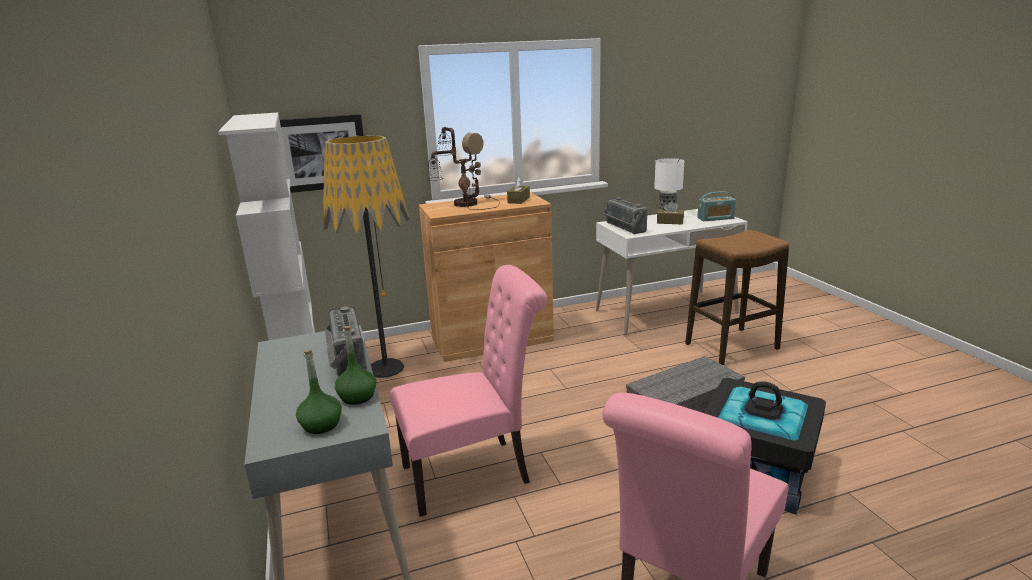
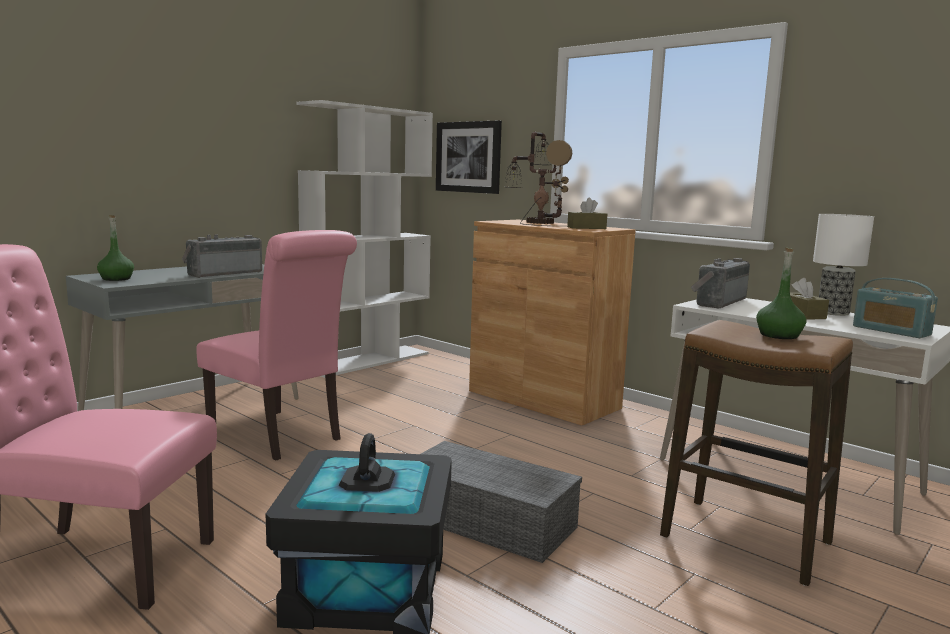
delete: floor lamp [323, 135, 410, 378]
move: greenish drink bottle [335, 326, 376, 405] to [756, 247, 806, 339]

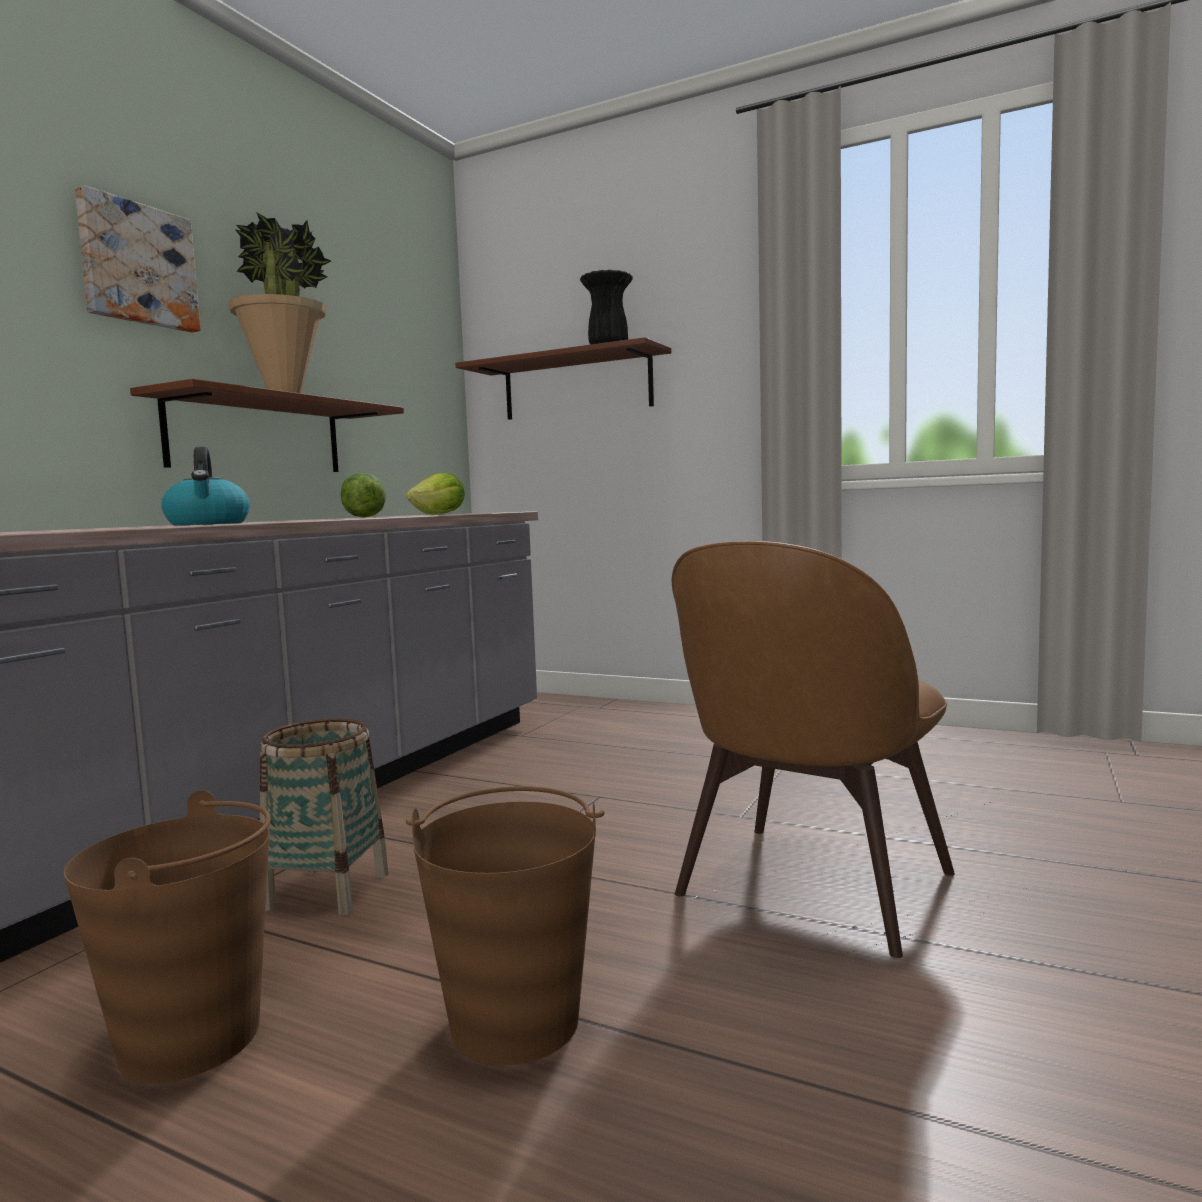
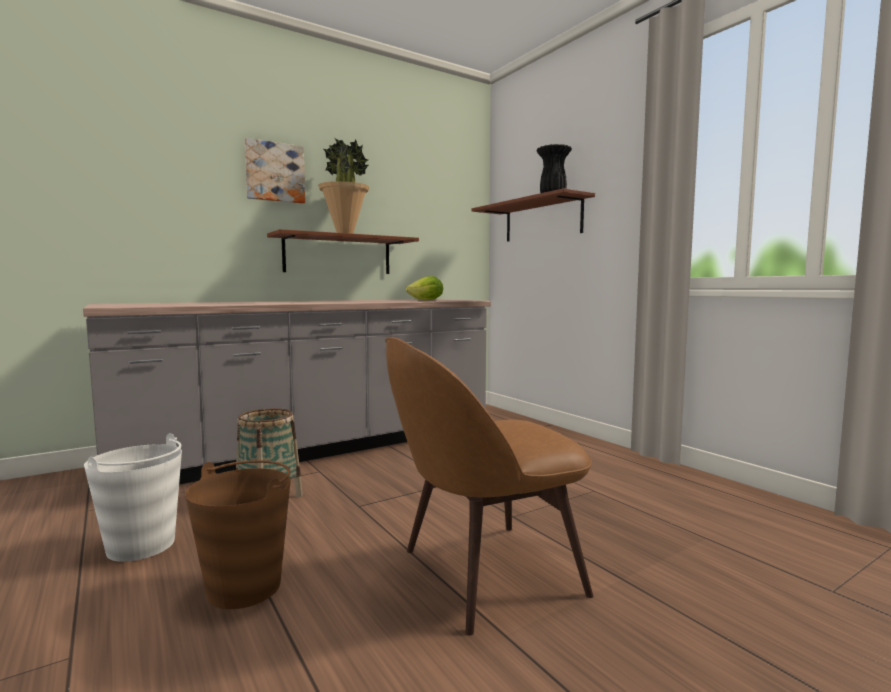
delete: kettle [161, 447, 250, 525]; head of lettuce [341, 473, 386, 517]
recolor: brownish bucket [64, 790, 271, 1083] to whitish bucket [84, 433, 182, 562]

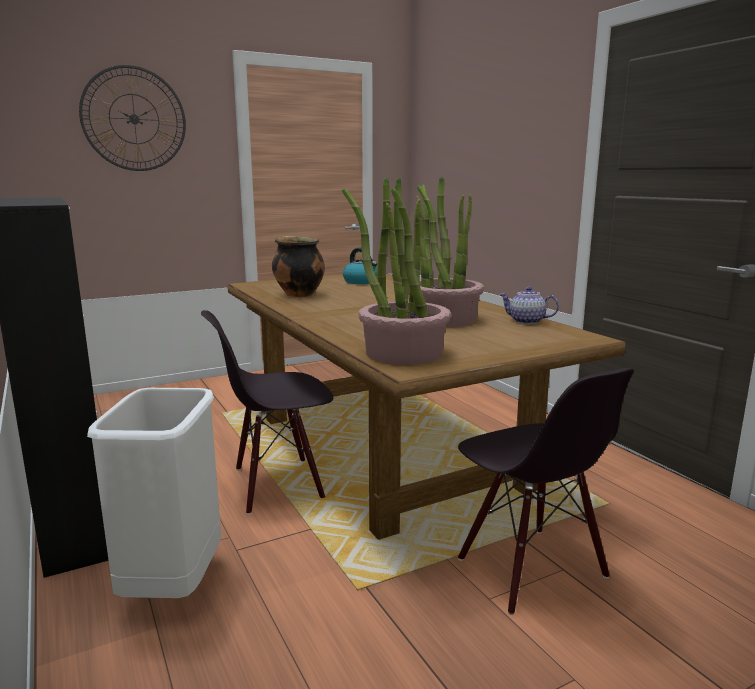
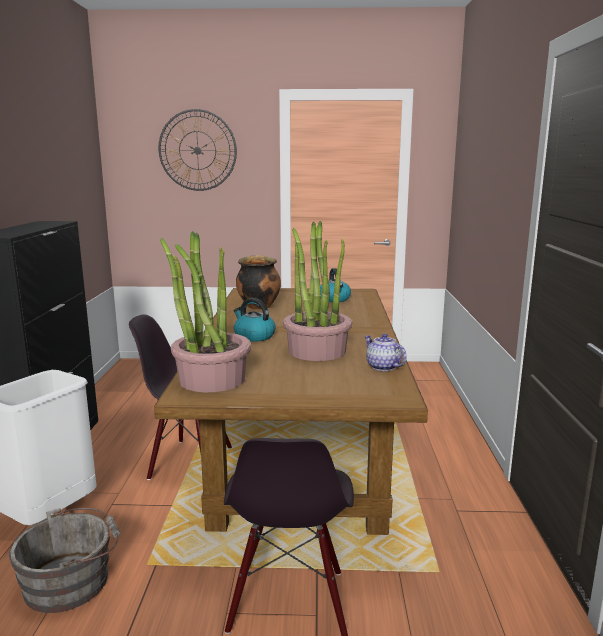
insert: kettle [233, 298, 276, 342]; grey bucket [9, 508, 120, 613]

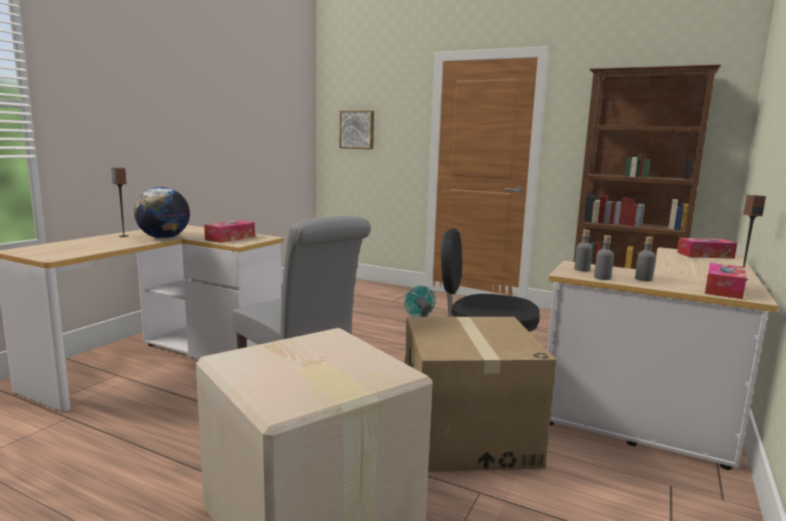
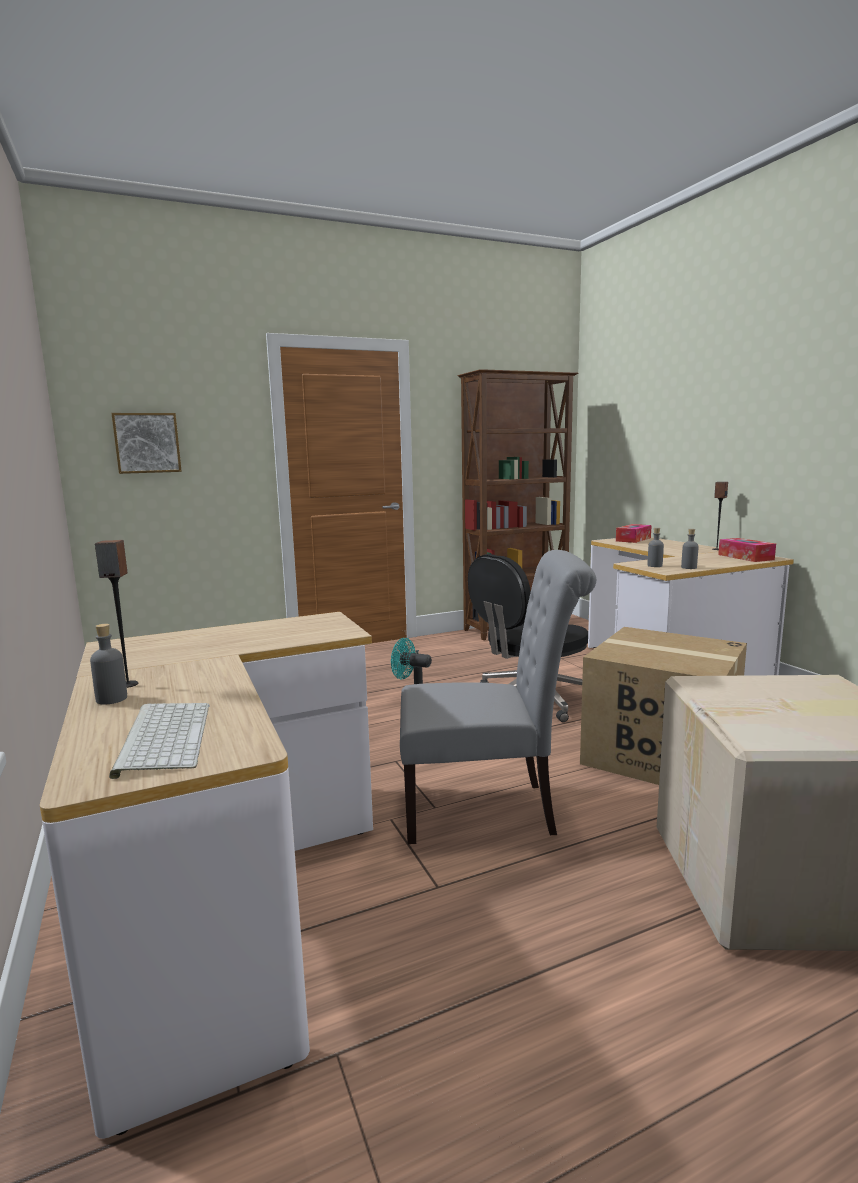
delete: desk globe [134, 187, 190, 239]; box of tissues [204, 220, 255, 243]
insert: PC keyboard [109, 703, 209, 779]
move: grey drink bottle [635, 237, 656, 281] to [90, 624, 127, 705]

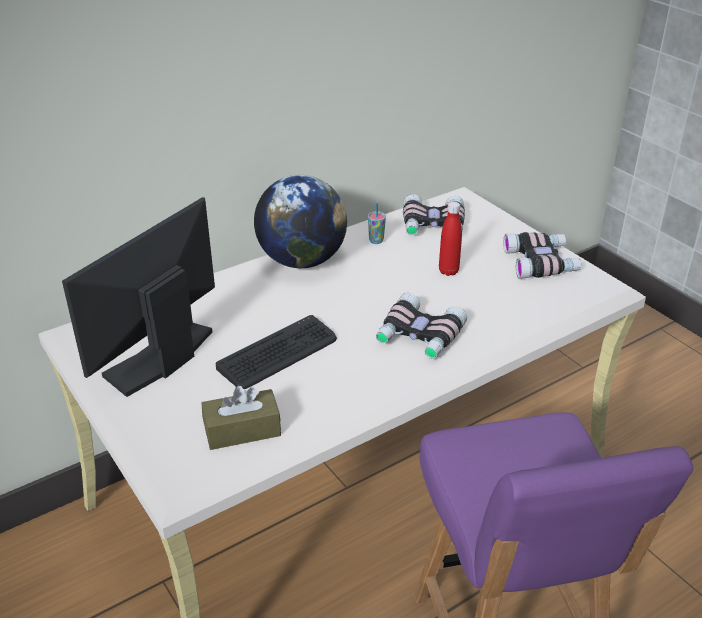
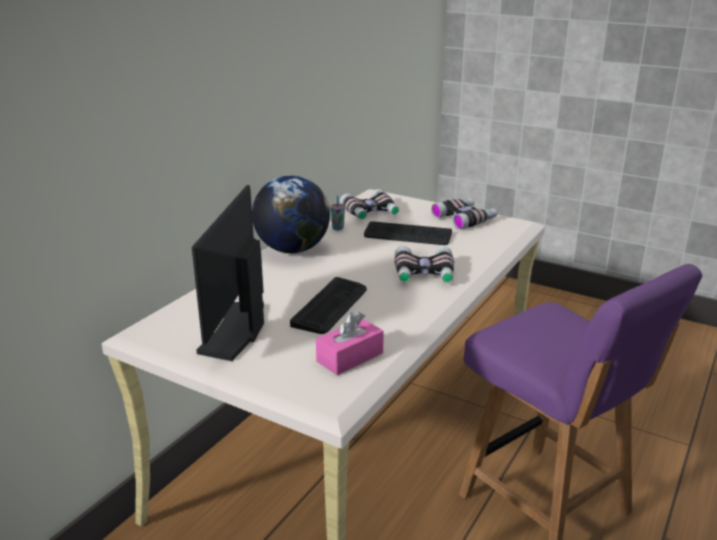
replace: red drink bottle [439, 202, 462, 276] to PC keyboard [364, 221, 452, 245]
recolor: brownish box of tissues [201, 386, 281, 450] to pinkish box of tissues [316, 312, 384, 375]

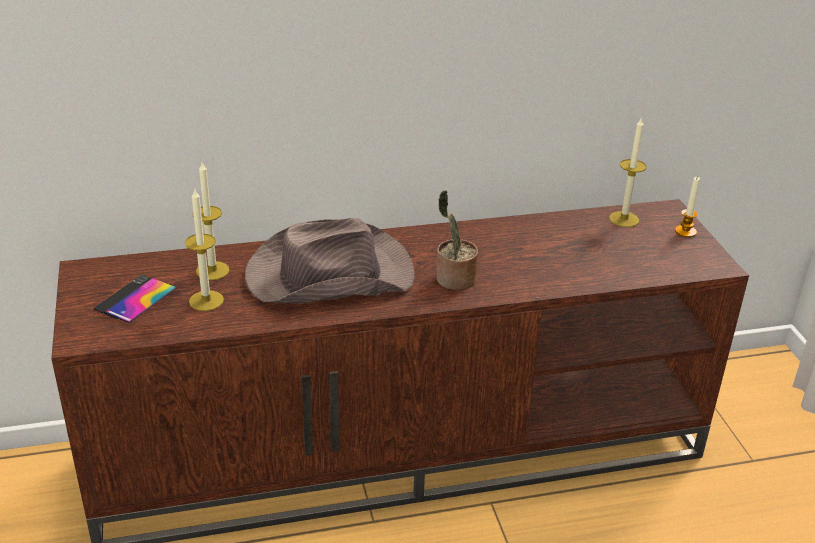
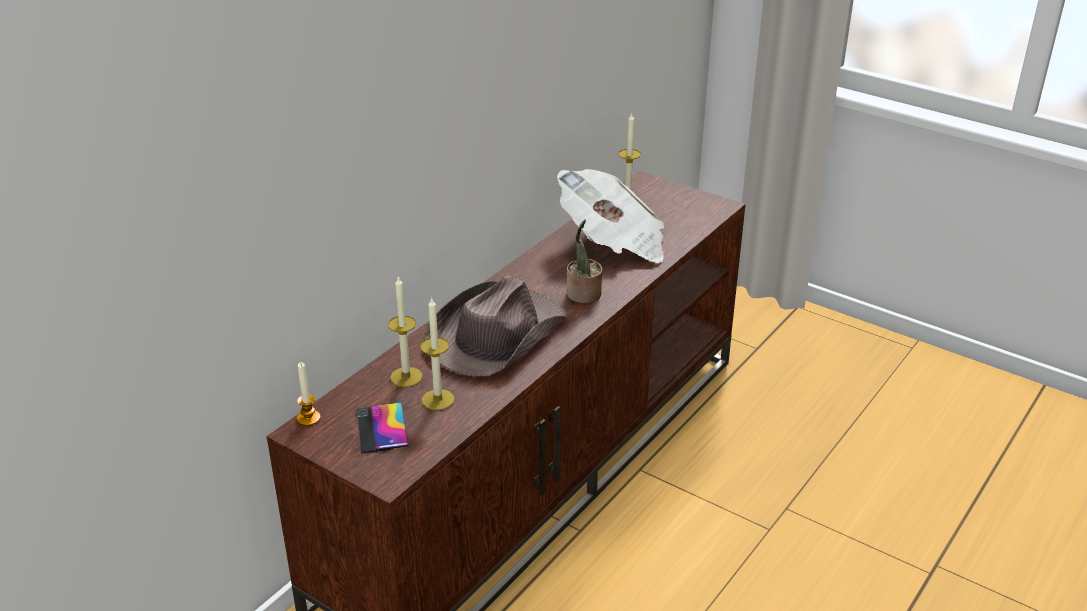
insert: newspaper [557, 169, 664, 263]
move: wax light [675, 176, 700, 238] to [297, 362, 321, 426]

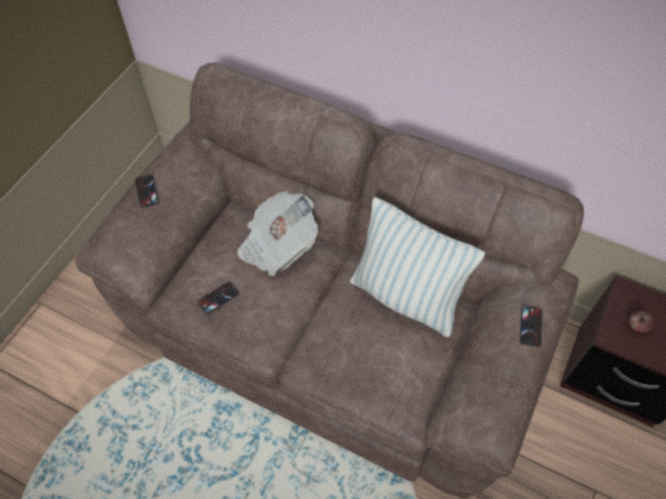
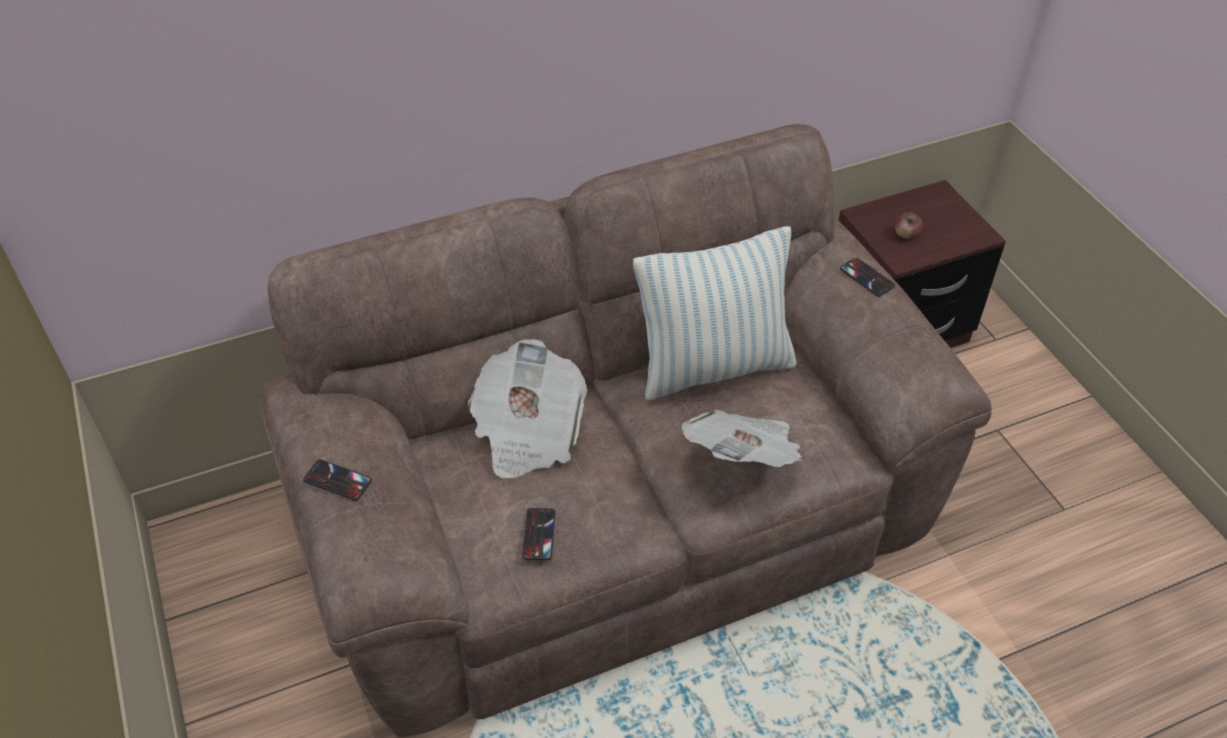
insert: newspaper [682, 409, 803, 467]

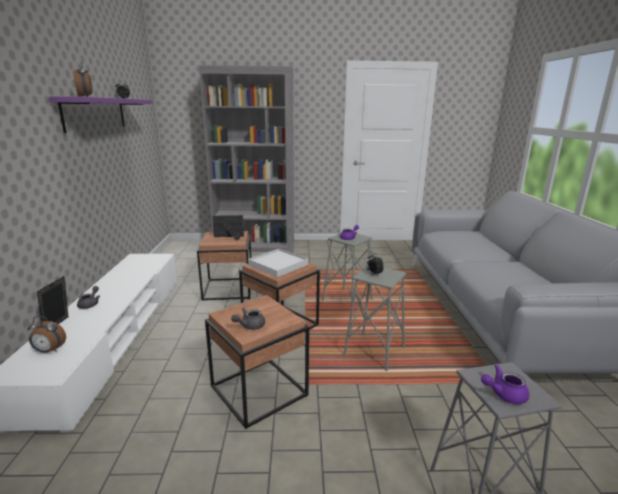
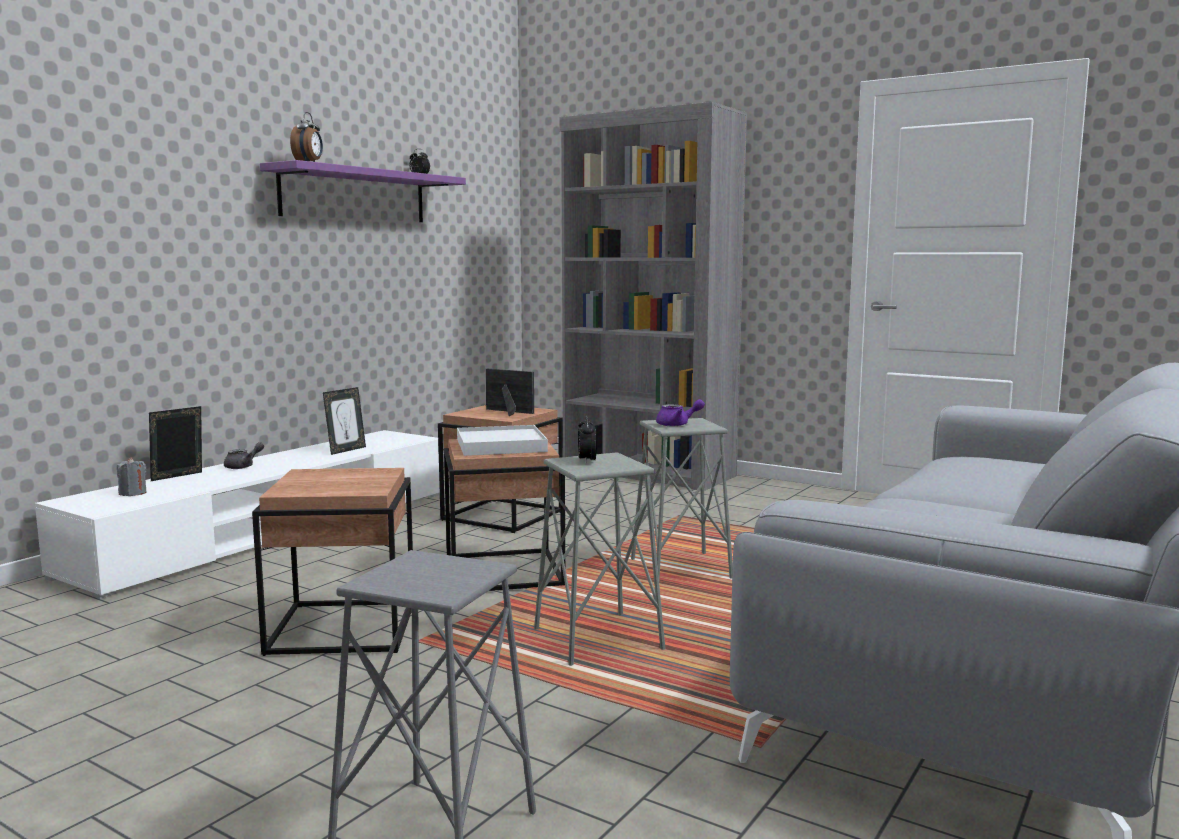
delete: grey pot for tea [231, 307, 265, 330]; purple-coloured pot for tea [481, 365, 529, 404]
insert: photo frame [323, 387, 366, 455]
replace: table clock [27, 316, 66, 353] to grey wax light [117, 457, 147, 496]

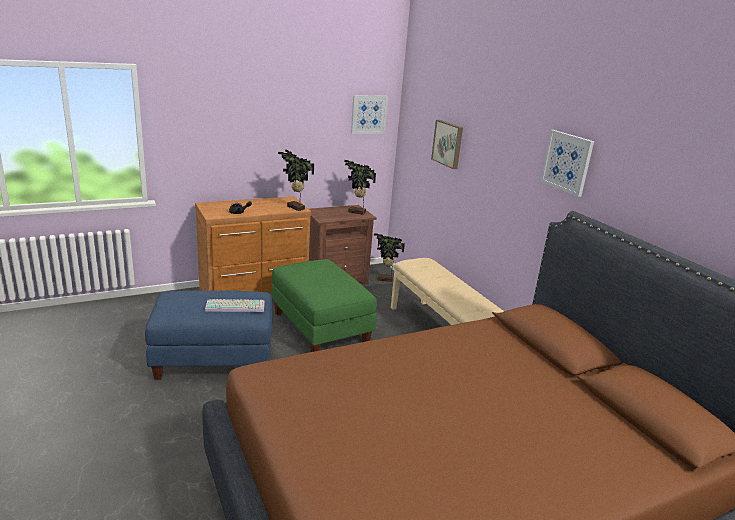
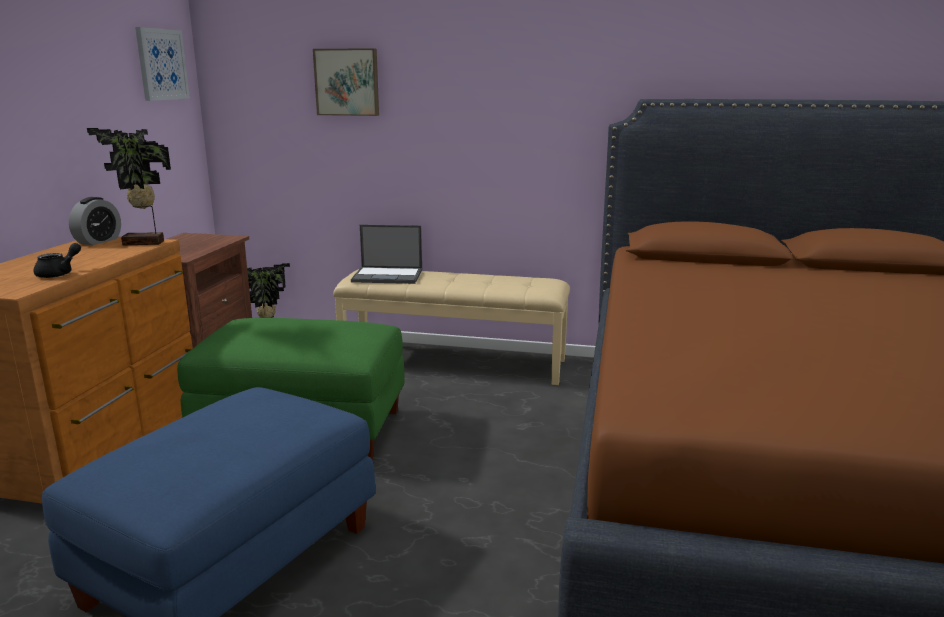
delete: wall picture [540, 130, 594, 197]; plant in a pot [344, 160, 376, 215]; PC keyboard [205, 299, 265, 312]
insert: table clock [69, 197, 121, 245]; notebook computer [351, 225, 422, 284]

